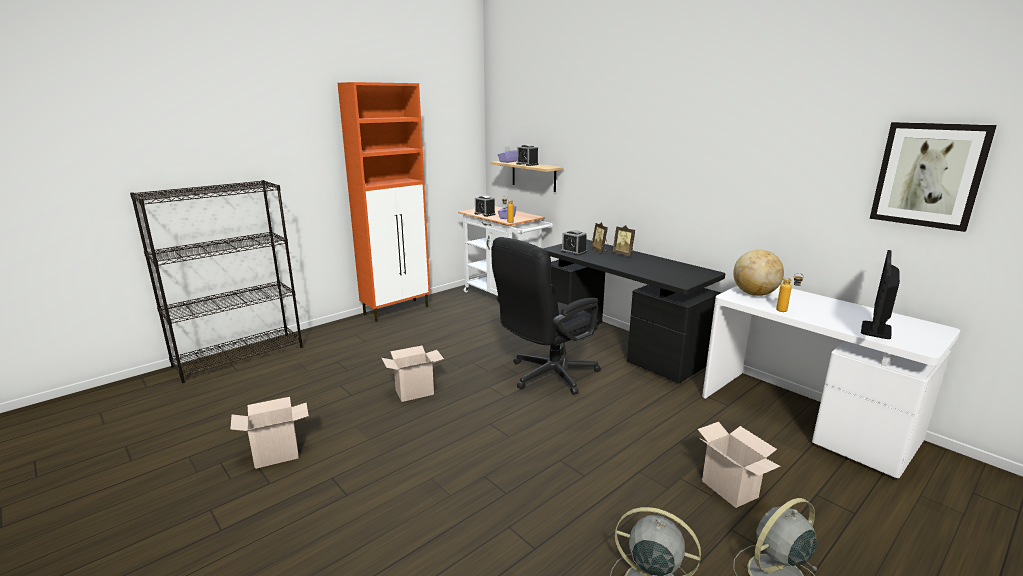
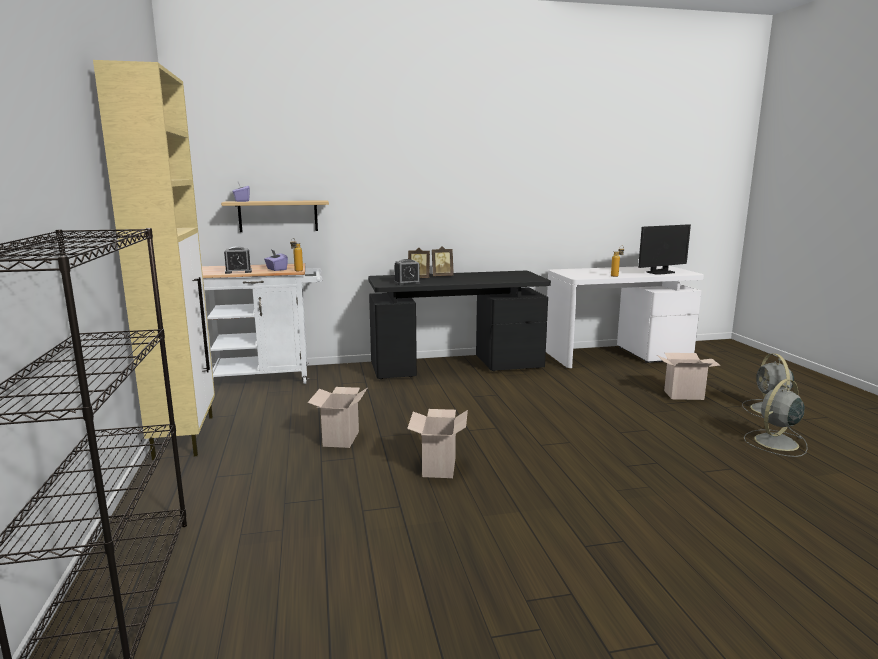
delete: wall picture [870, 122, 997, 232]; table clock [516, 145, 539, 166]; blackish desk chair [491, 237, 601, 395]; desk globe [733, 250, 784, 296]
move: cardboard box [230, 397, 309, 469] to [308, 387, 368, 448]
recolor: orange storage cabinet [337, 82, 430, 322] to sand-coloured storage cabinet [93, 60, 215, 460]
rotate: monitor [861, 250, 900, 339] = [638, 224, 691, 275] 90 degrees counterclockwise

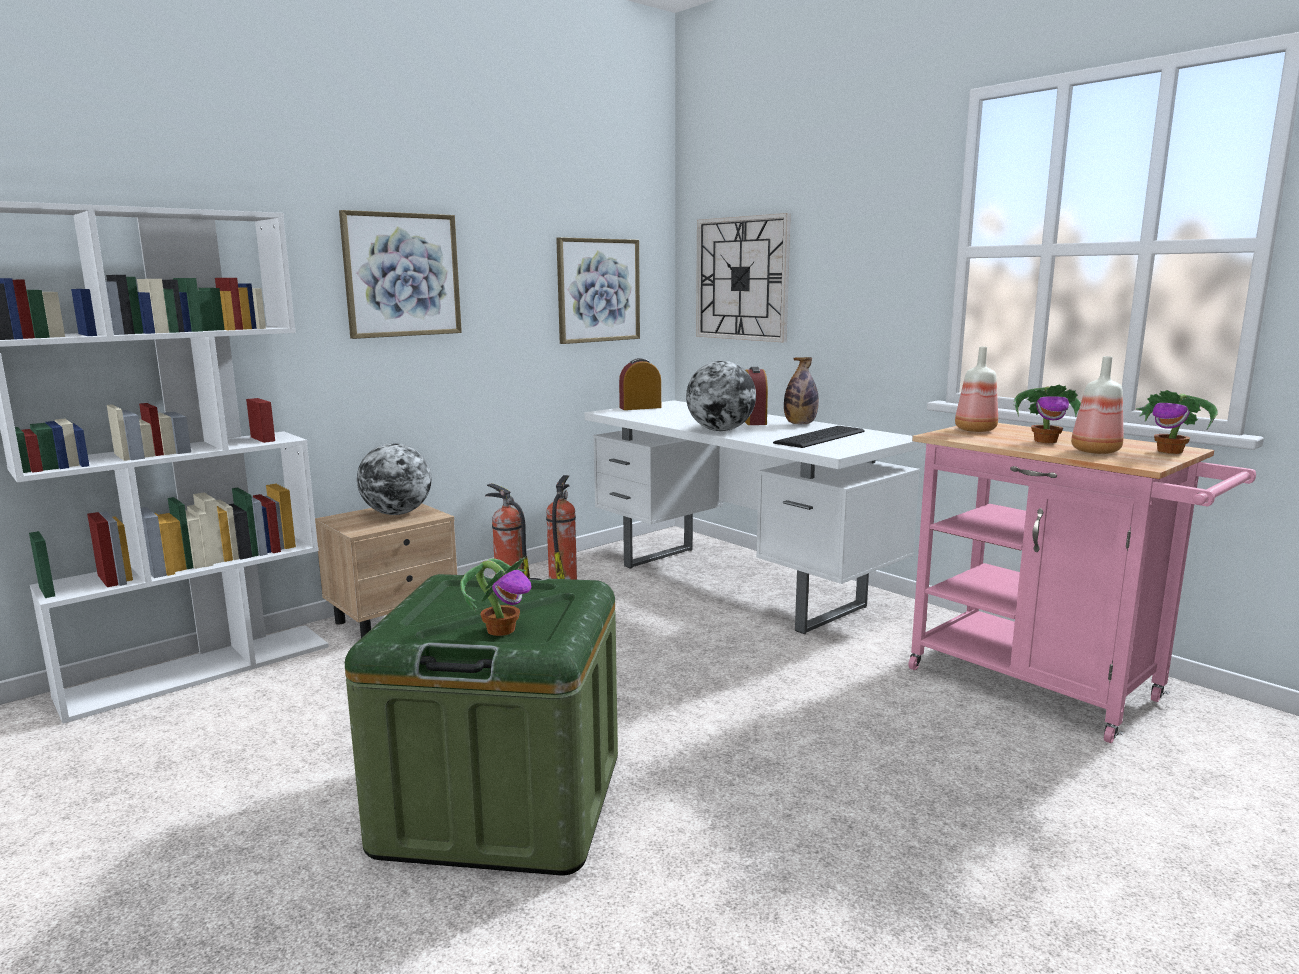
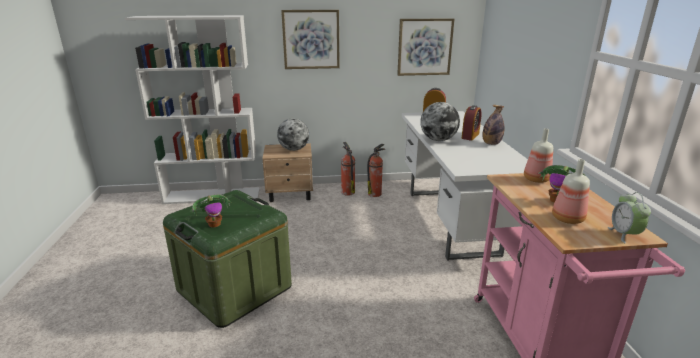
delete: hanging clock [696, 213, 791, 342]; PC keyboard [773, 426, 865, 448]
replace: plant in a pot [1136, 390, 1218, 454] to table clock [608, 192, 651, 243]

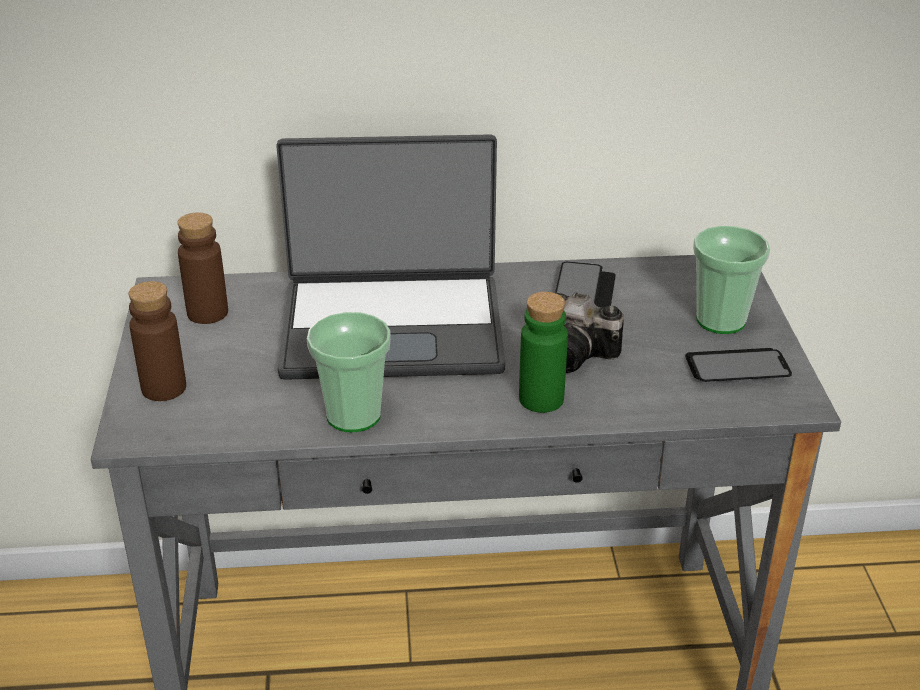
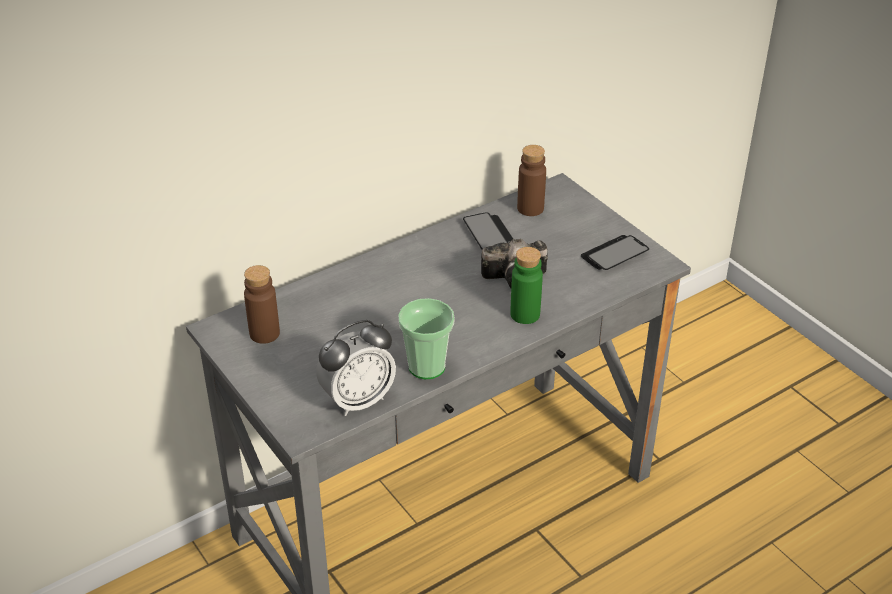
delete: notebook computer [276, 134, 505, 380]; small cup [693, 226, 770, 334]
insert: table clock [317, 320, 396, 416]
move: brownish drink bottle [128, 281, 186, 401] to [517, 145, 546, 216]

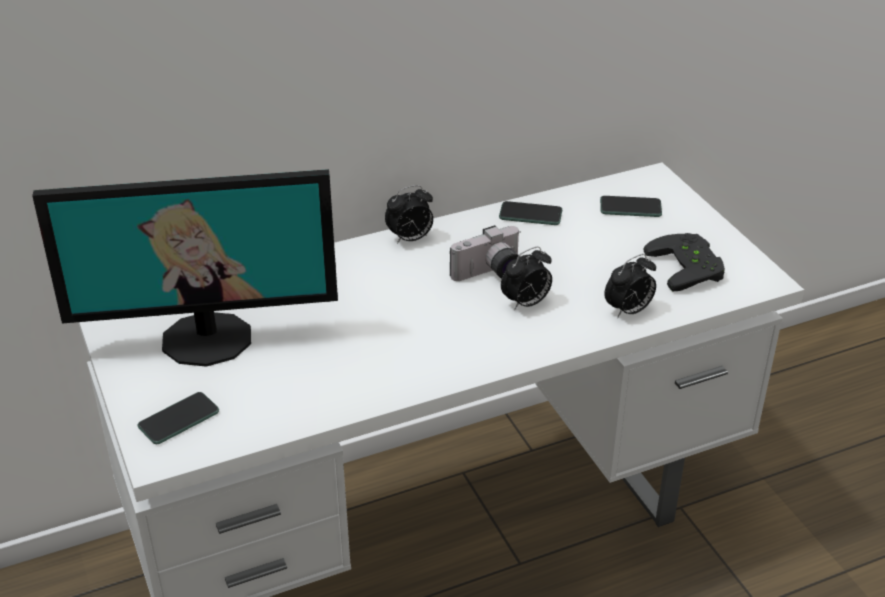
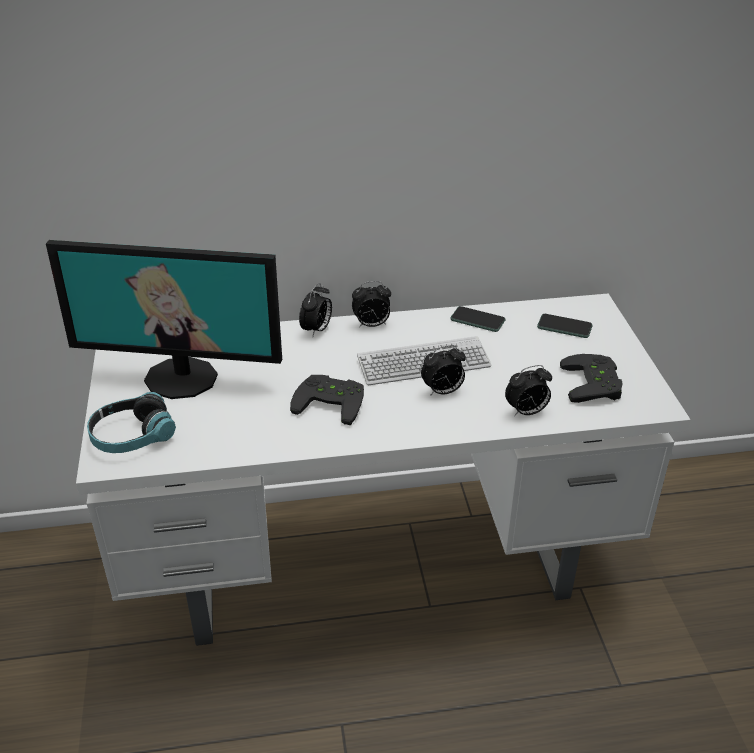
insert: table clock [299, 283, 332, 336]; blackish gamepad [290, 375, 364, 425]
replace: photo camera [450, 225, 521, 281] to PC keyboard [357, 336, 491, 385]; phone [138, 392, 219, 444] to headset [87, 392, 176, 453]

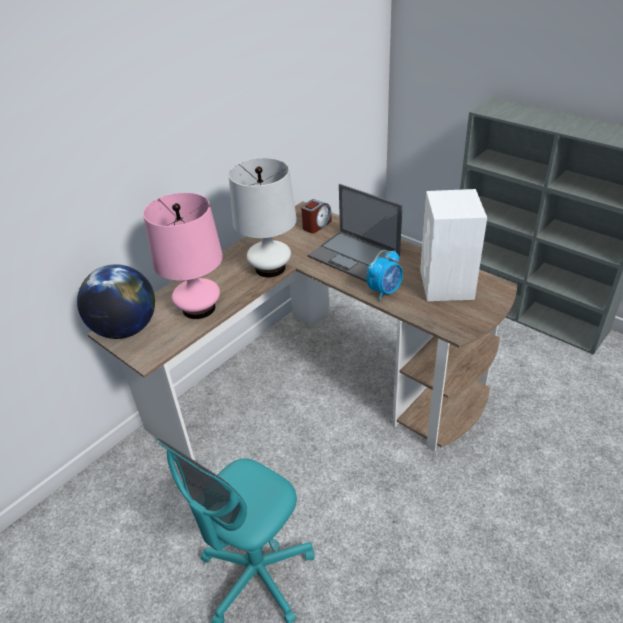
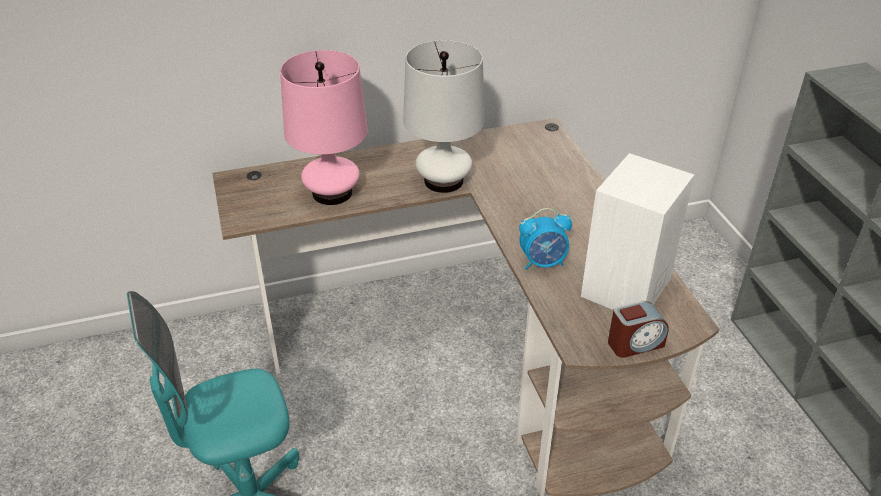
delete: notebook computer [308, 184, 403, 282]; desk globe [77, 264, 155, 339]
move: table clock [301, 199, 332, 233] to [608, 301, 669, 358]

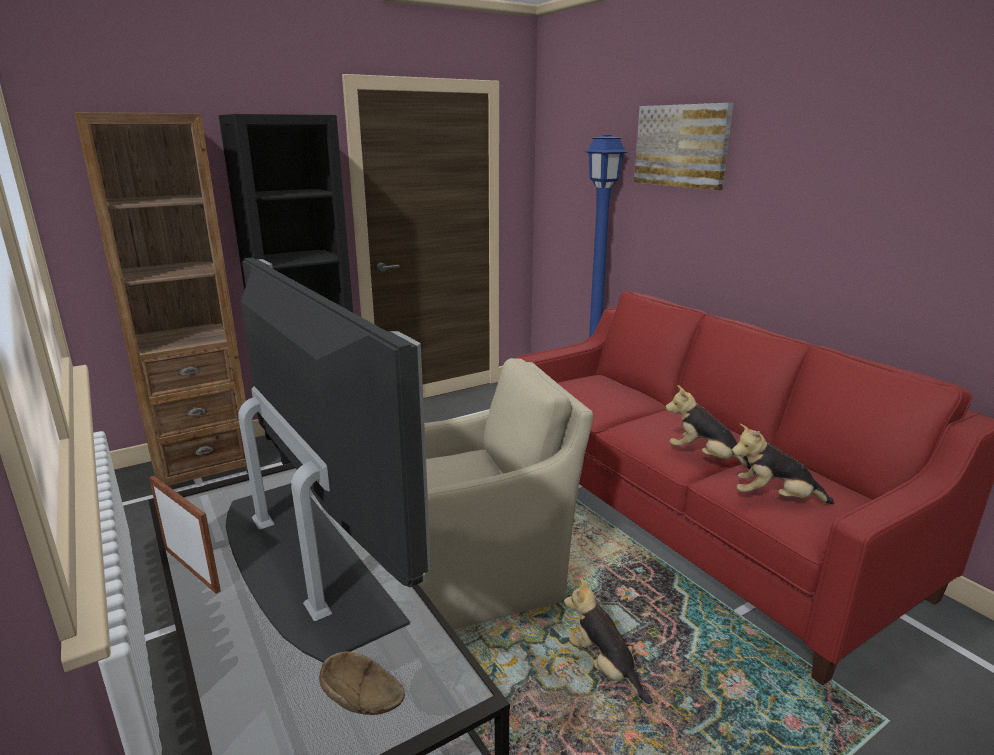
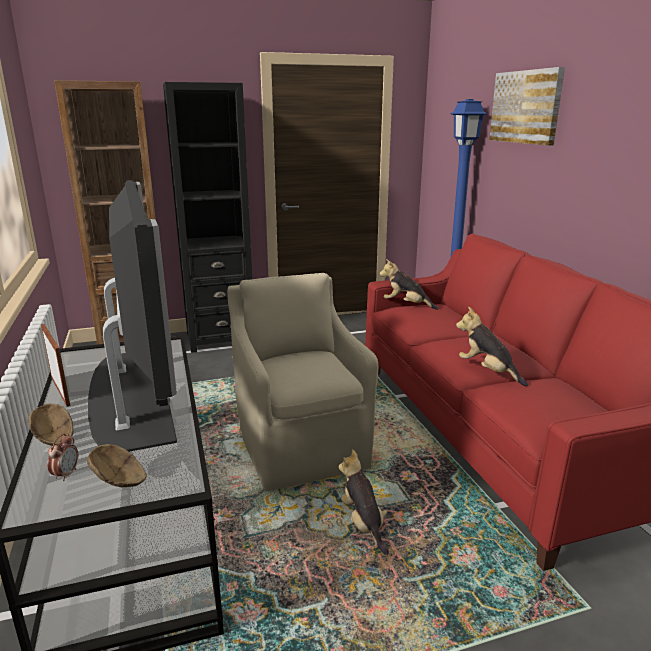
insert: brownish deep dish [28, 404, 74, 446]; table clock [47, 434, 78, 481]
move: plush toy [732, 423, 834, 504] to [379, 259, 438, 310]
rotate: sand-coloured armchair [418, 358, 593, 630] = [227, 273, 378, 491] 105 degrees counterclockwise

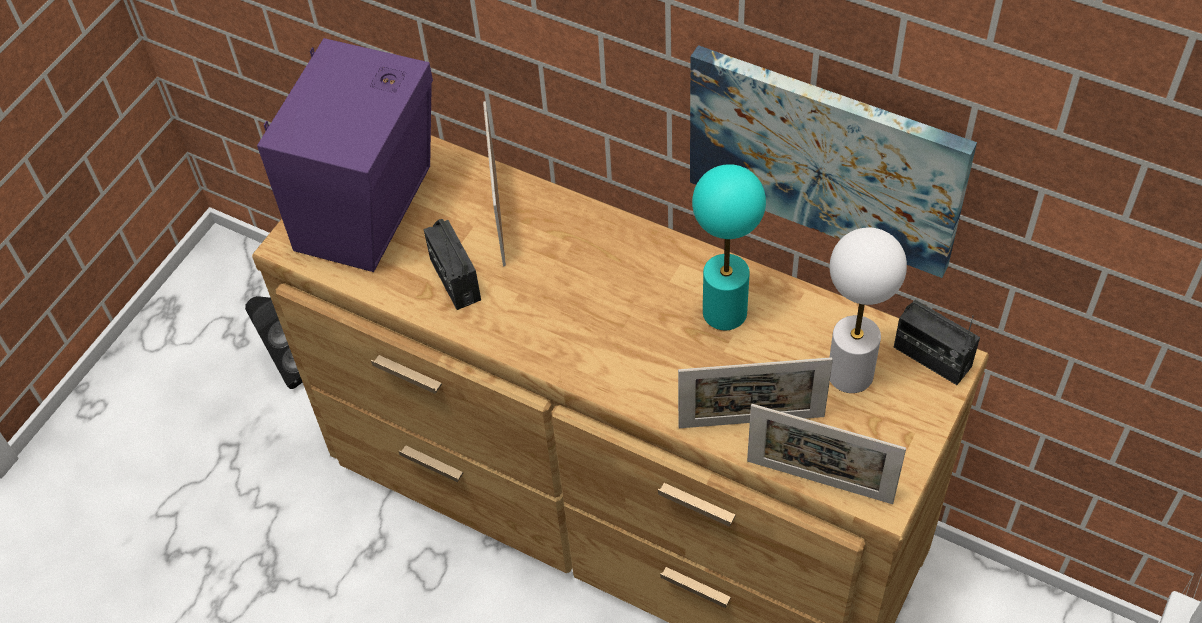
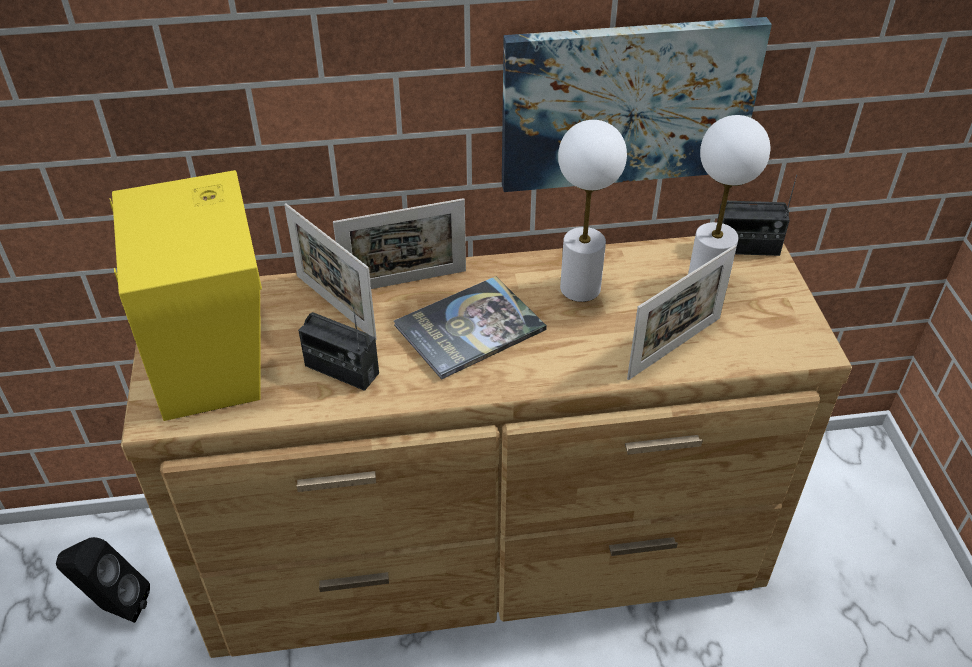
insert: volume [394, 276, 547, 380]
move: photo frame [747, 404, 906, 504] to [333, 198, 466, 289]
recolor: purple-coloured audio speaker [257, 38, 433, 272] to yellow-coloured audio speaker [109, 170, 262, 421]; turquoise-coloured table lamp [692, 164, 766, 330] to whitish table lamp [558, 120, 627, 302]

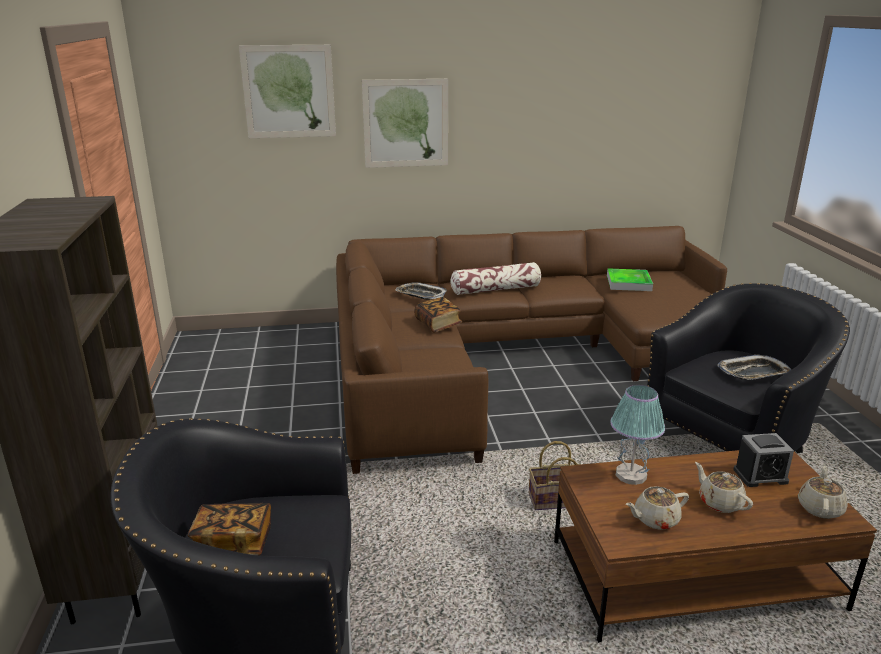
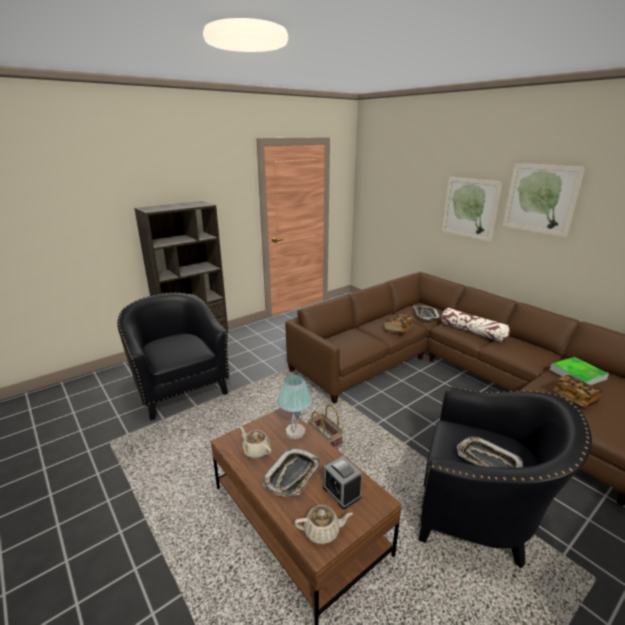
move: wall picture [239, 45, 336, 138] to [503, 163, 585, 237]; volume [188, 503, 271, 555] to [552, 375, 603, 408]
replace: sand-coloured pot for tea [695, 462, 753, 513] to serving tray [263, 448, 321, 496]

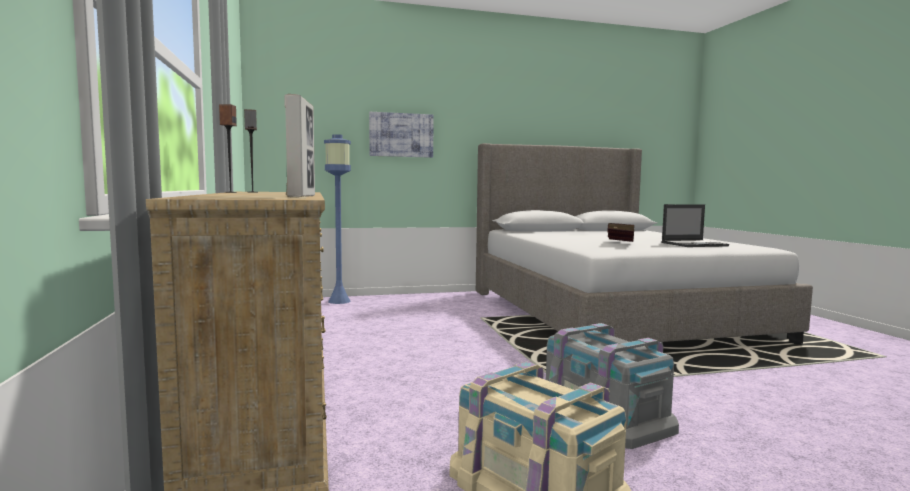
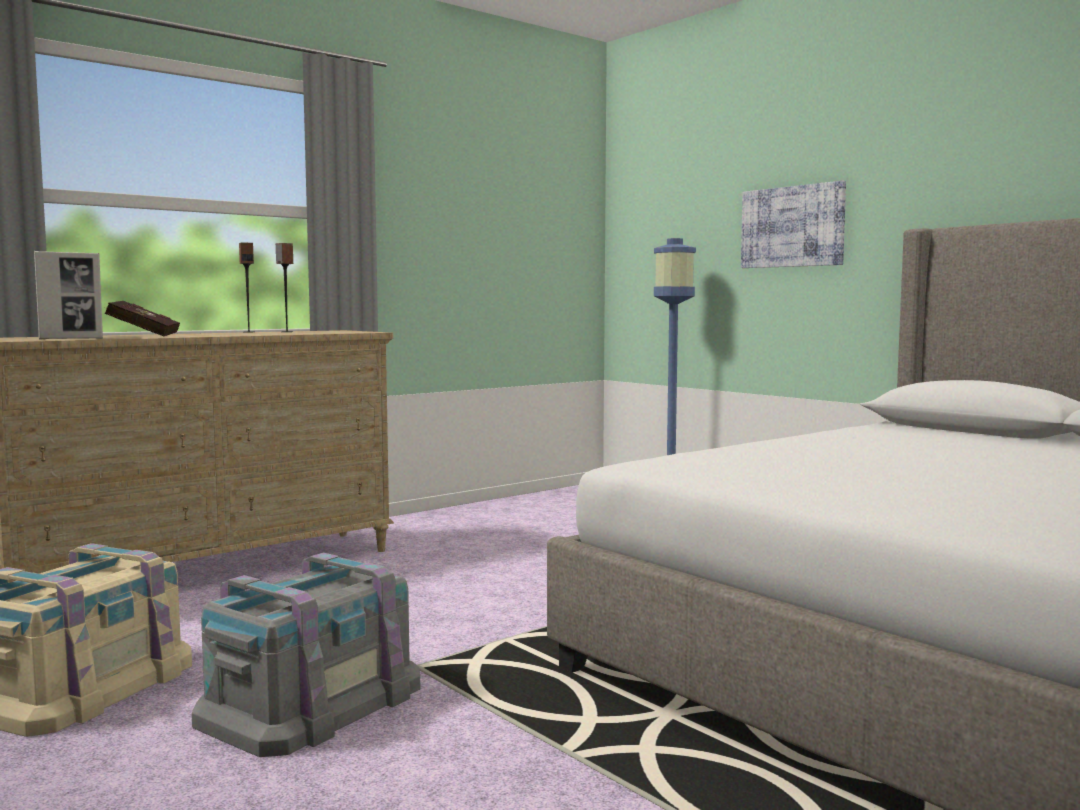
delete: notebook computer [661, 204, 729, 247]
move: red volume [607, 223, 634, 242] to [105, 301, 180, 336]

